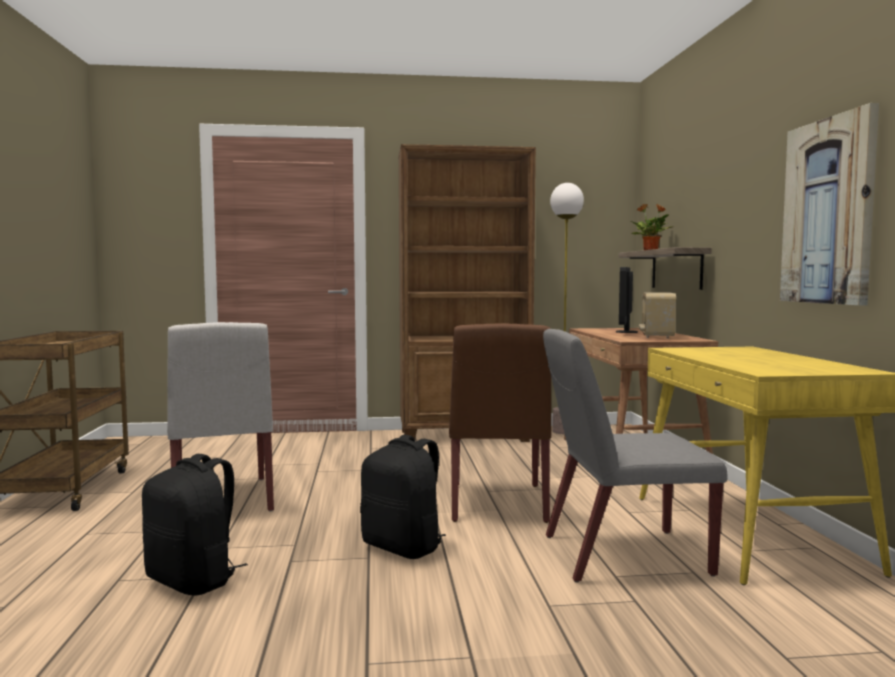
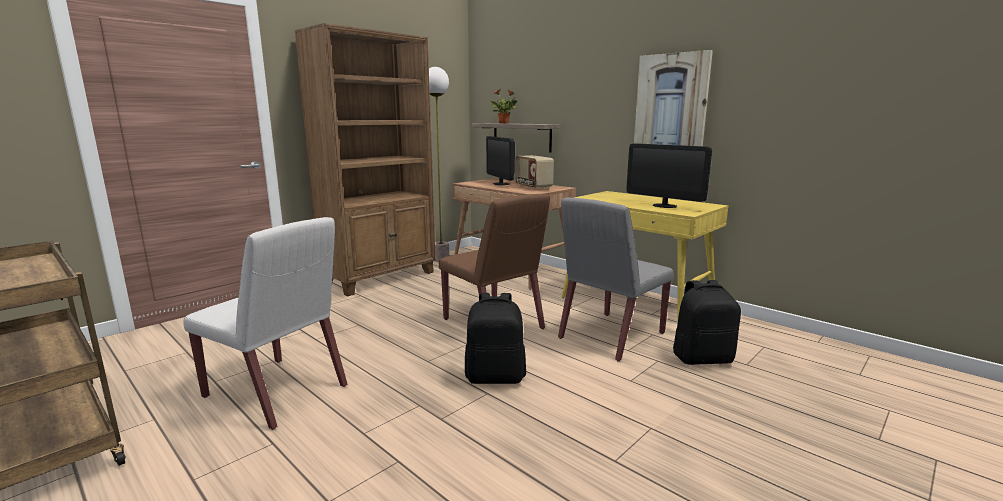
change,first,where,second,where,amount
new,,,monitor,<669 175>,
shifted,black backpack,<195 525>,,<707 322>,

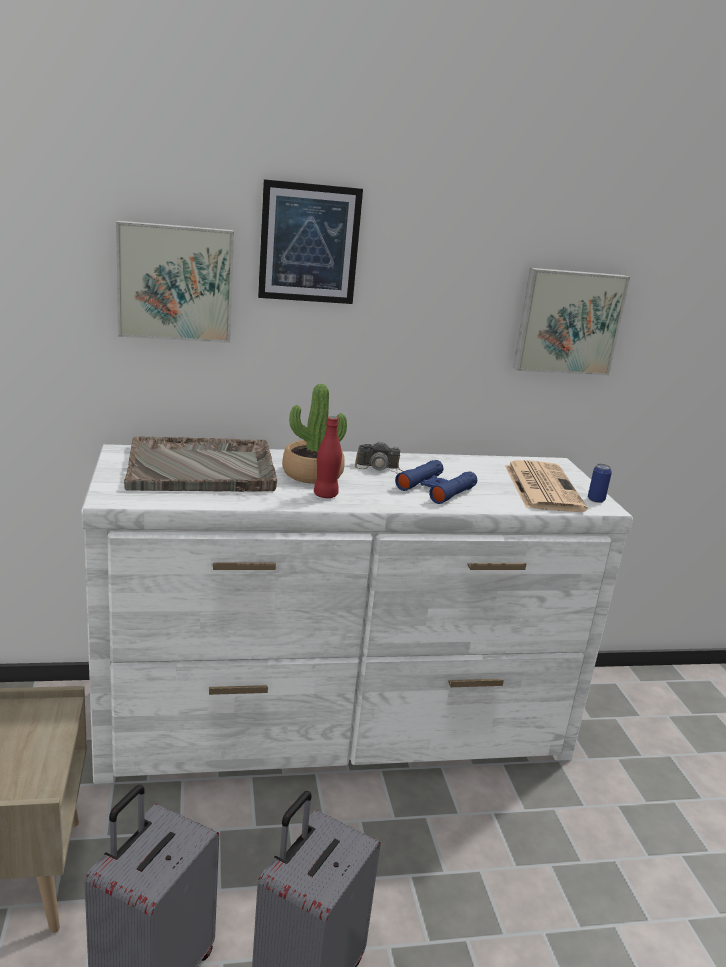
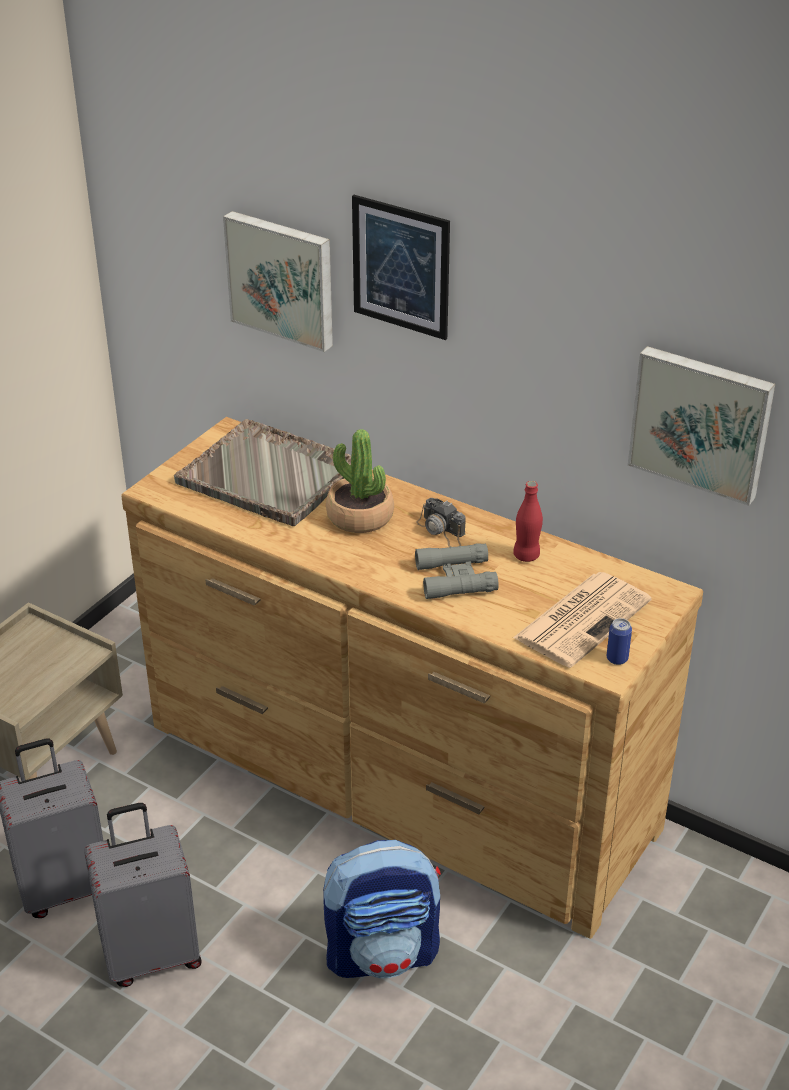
change,first,where,second,where,amount
repainted,white dresser,<357 614>,brown dresser,<412 678>,
new,,,backpack,<382 909>,
repainted,blue binoculars,<436 482>,grey binoculars,<457 571>,
shifted,red bottle,<328 457>,,<528 521>,

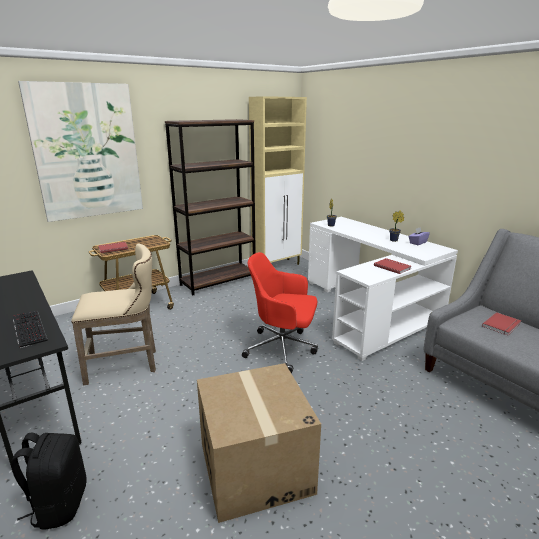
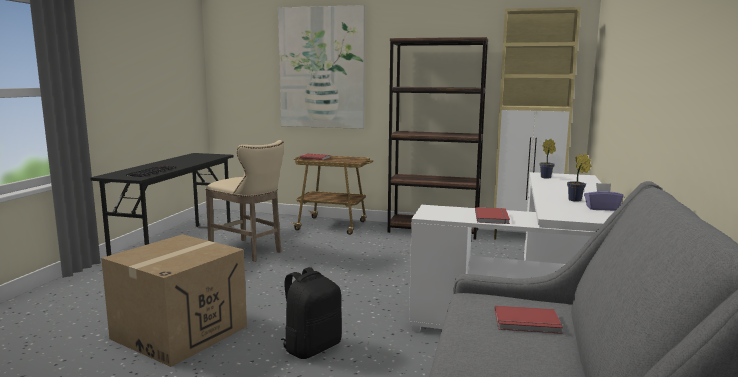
change,first,where,second,where,amount
shifted,black backpack,<49 481>,,<311 313>,
gone,red office chair,<280 312>,,,

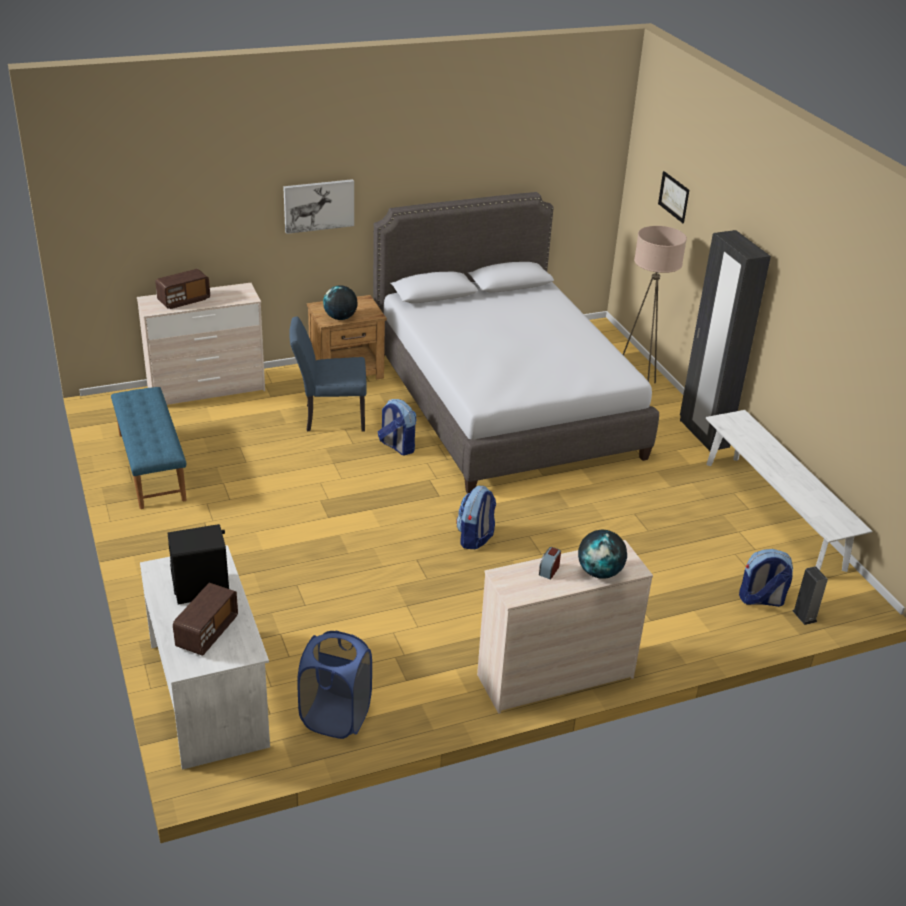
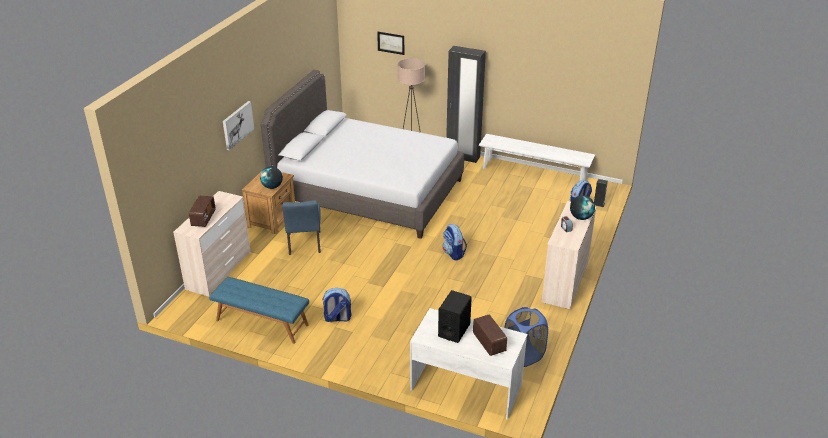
change,first,where,second,where,amount
rotated,blue chair,<328 374>,,<301 227>,45 degrees counterclockwise
shifted,backpack,<397 427>,,<337 305>,

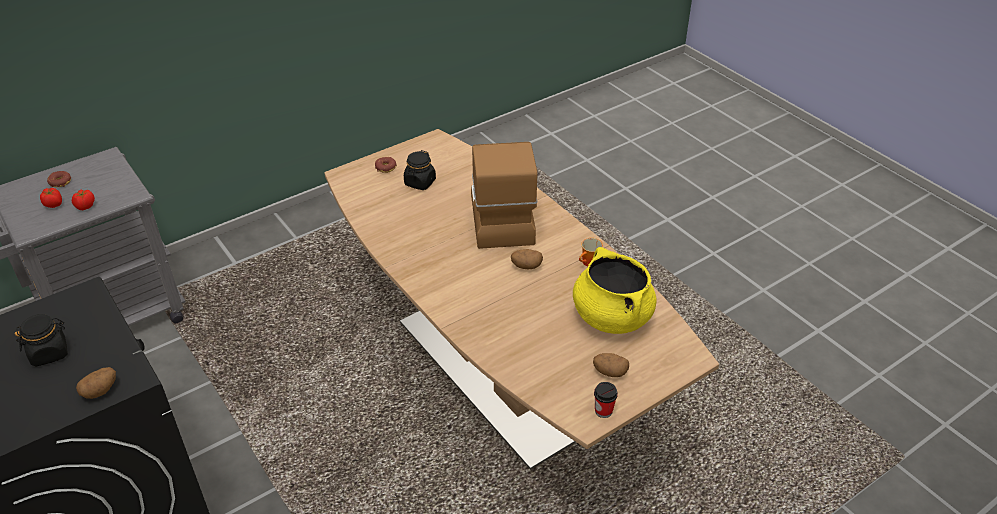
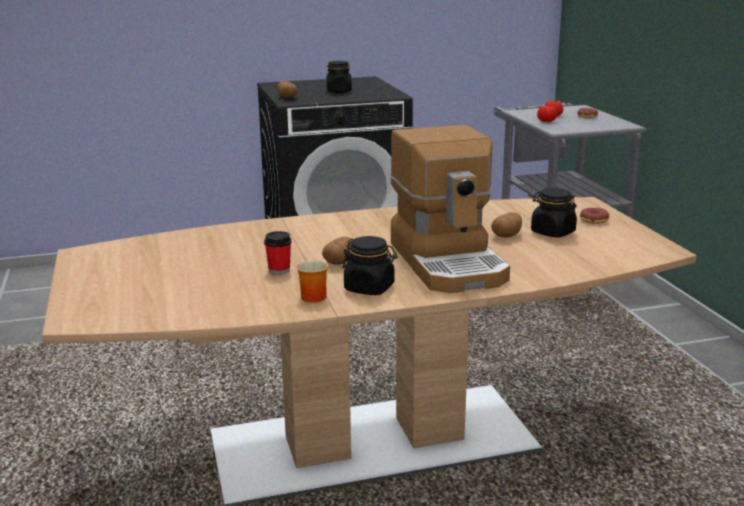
change,first,where,second,where,amount
shifted,cup,<606 400>,,<278 253>,
new,,,black jar,<369 265>,
rotated,coffee machine,<504 195>,,<450 209>,60 degrees clockwise
shifted,potato,<611 365>,,<506 225>,
gone,yellow cooking pot,<615 290>,,,

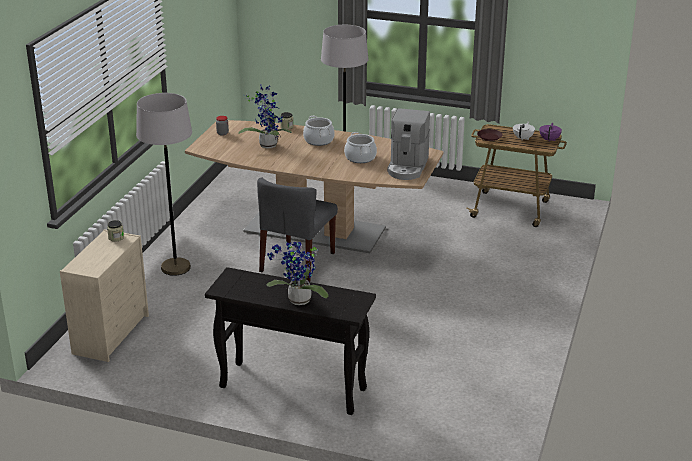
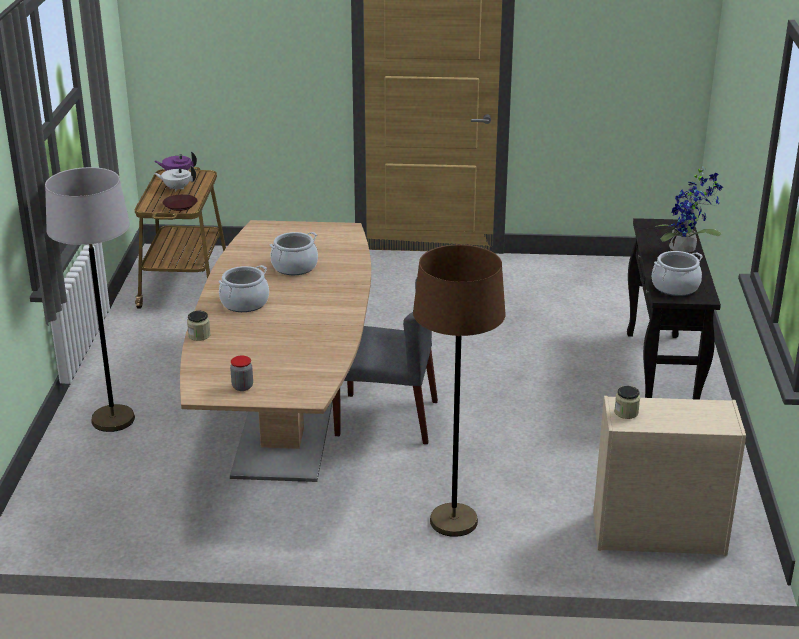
change,first,where,second,where,amount
repainted,grey floor lamp,<164 184>,brown floor lamp,<459 391>,
new,,,cooking pot,<677 273>,
gone,potted plant,<265 117>,,,
gone,coffee machine,<408 144>,,,

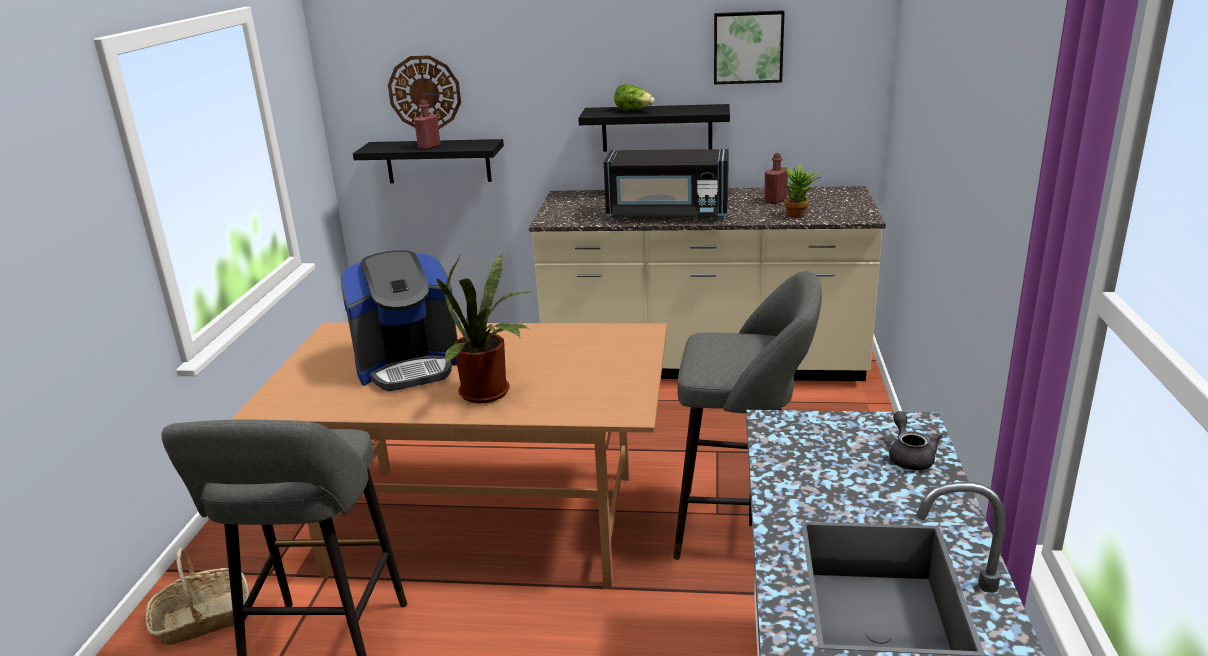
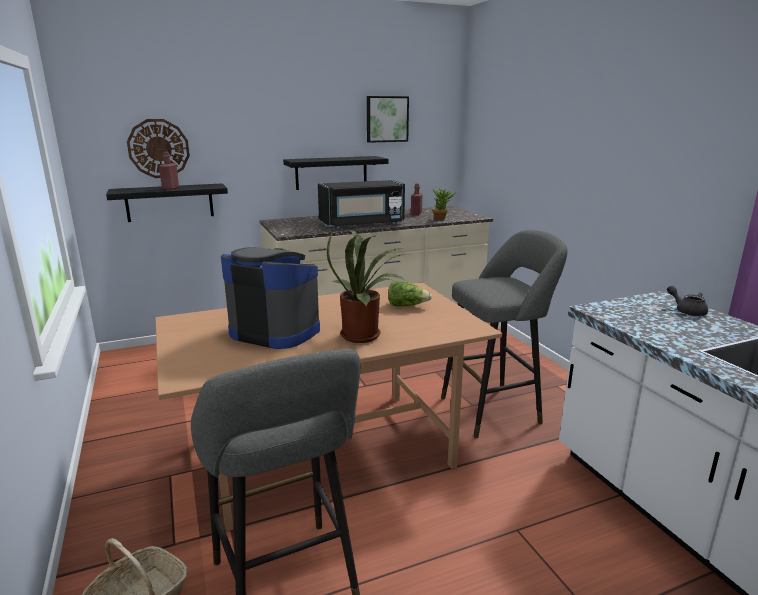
change,first,where,second,where,amount
rotated,coffee machine,<399 320>,,<270 298>,105 degrees counterclockwise
shifted,lettuce,<634 97>,,<410 294>,

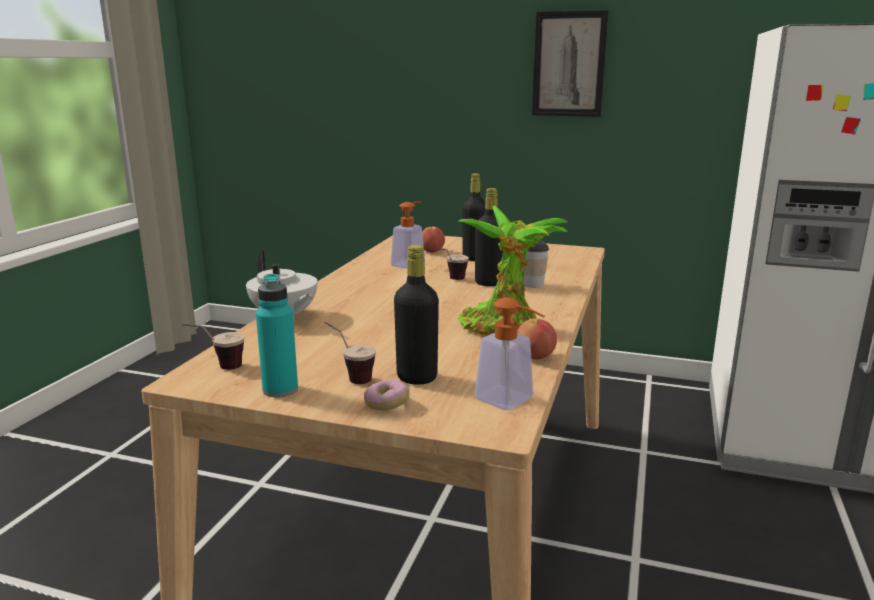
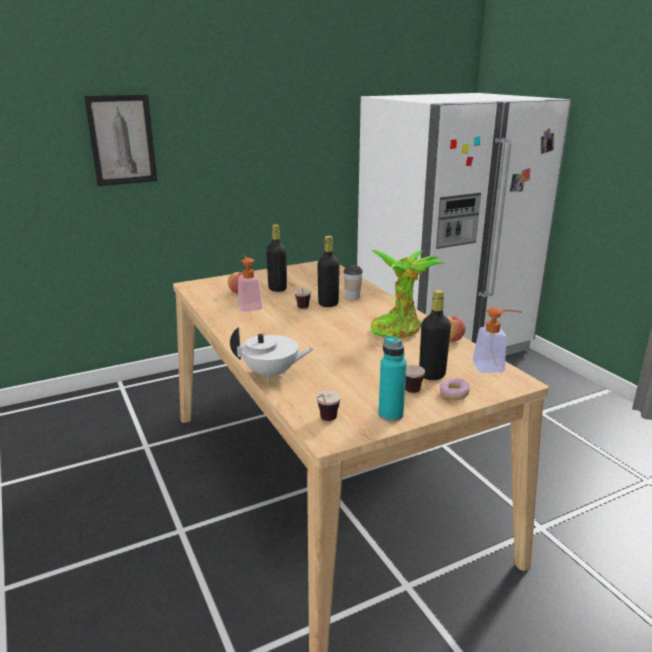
change,first,where,second,where,amount
shifted,picture,<570 63>,,<120 140>,

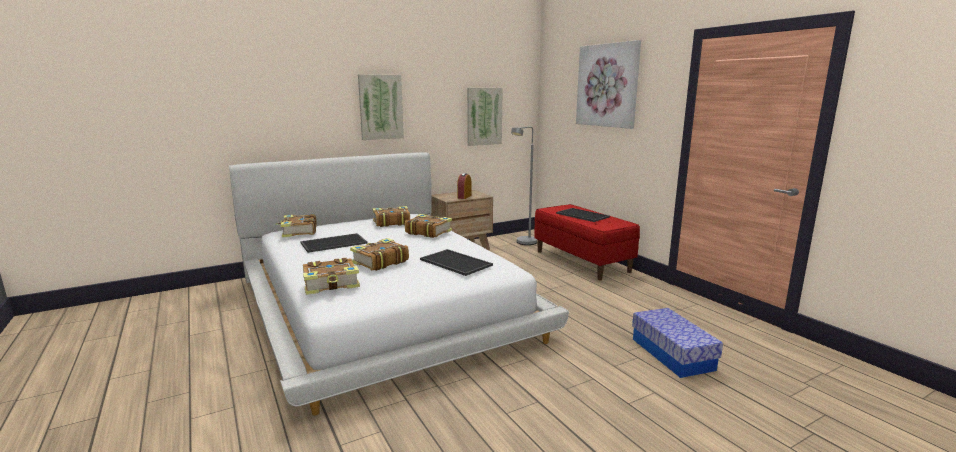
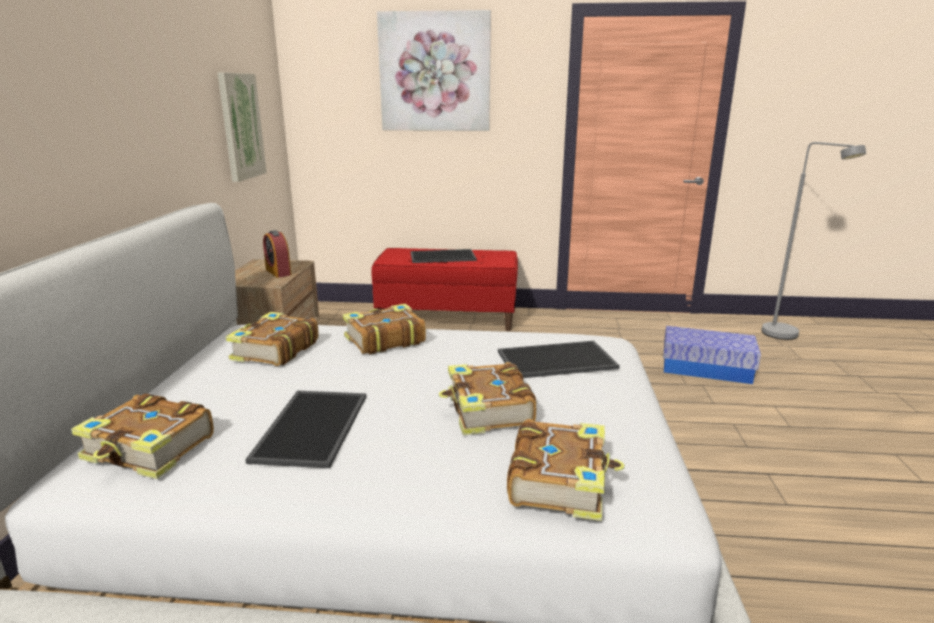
change,first,where,second,where,amount
shifted,grey floor lamp,<524 186>,,<813 241>,
gone,picture,<381 107>,,,

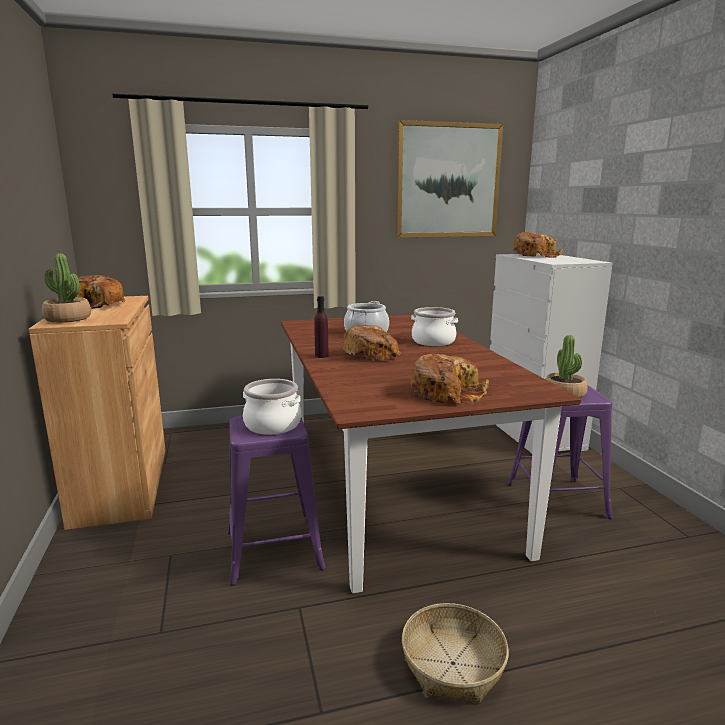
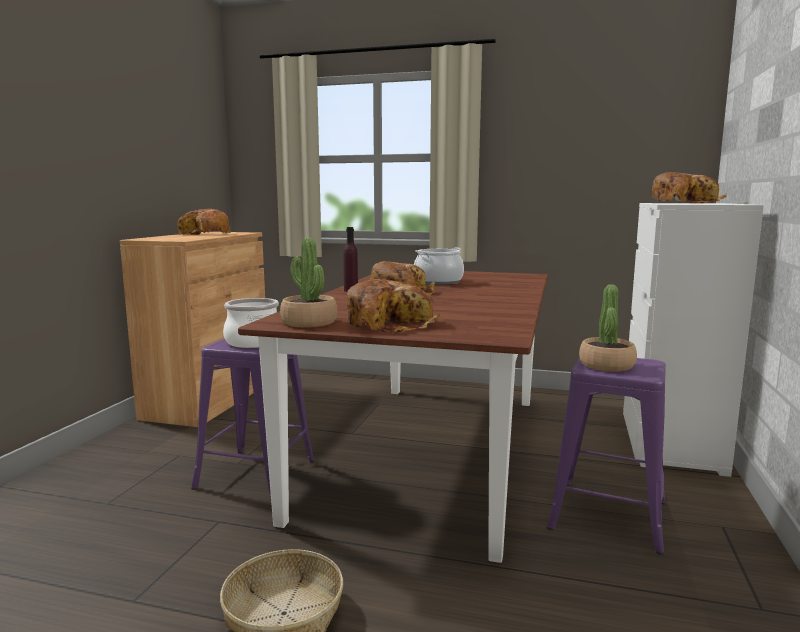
change,first,where,second,where,amount
shifted,potted plant,<66 288>,,<309 282>,
gone,picture,<449 178>,,,
gone,cooking pot,<434 326>,,,

